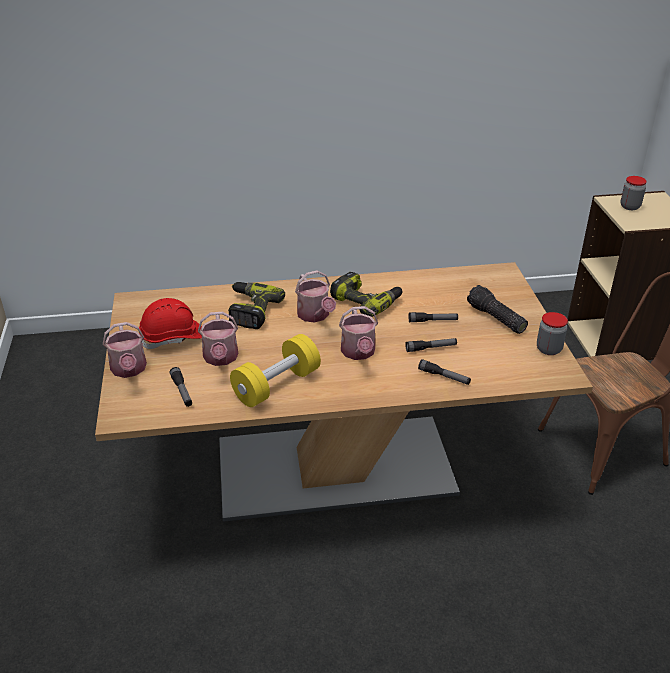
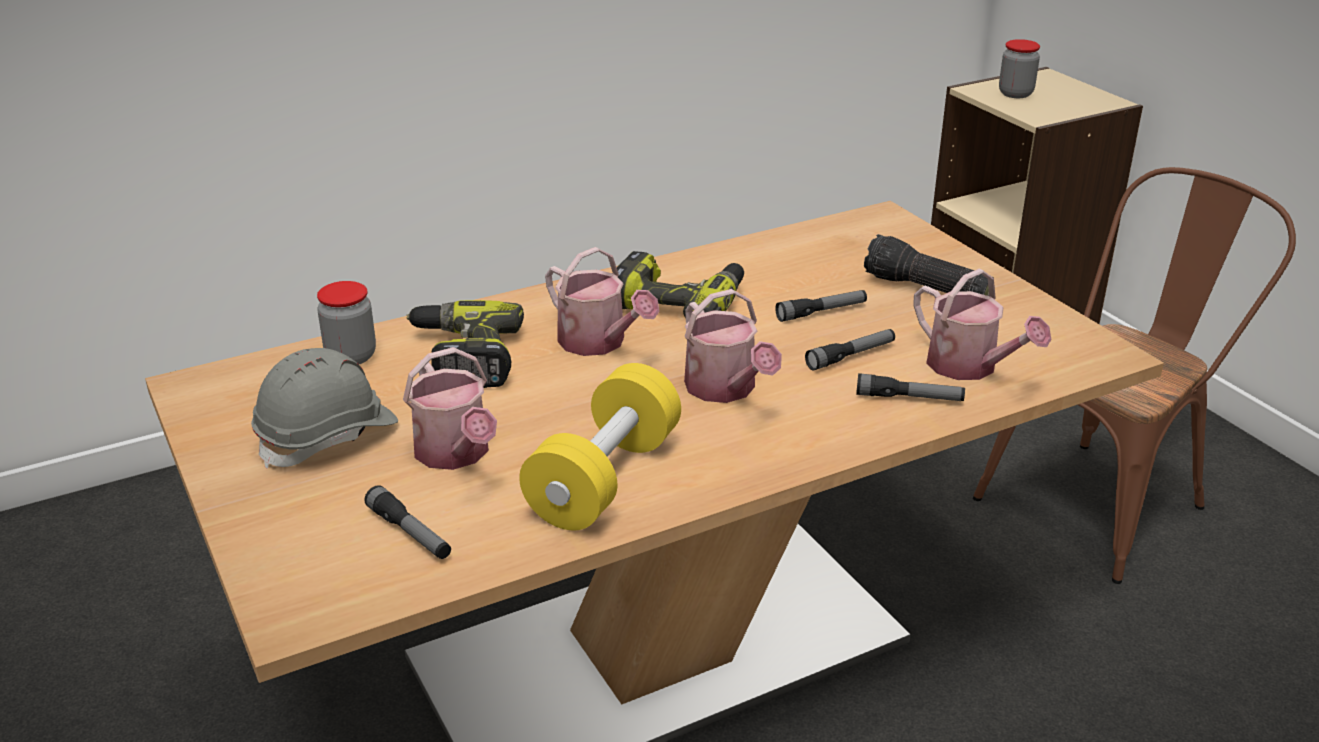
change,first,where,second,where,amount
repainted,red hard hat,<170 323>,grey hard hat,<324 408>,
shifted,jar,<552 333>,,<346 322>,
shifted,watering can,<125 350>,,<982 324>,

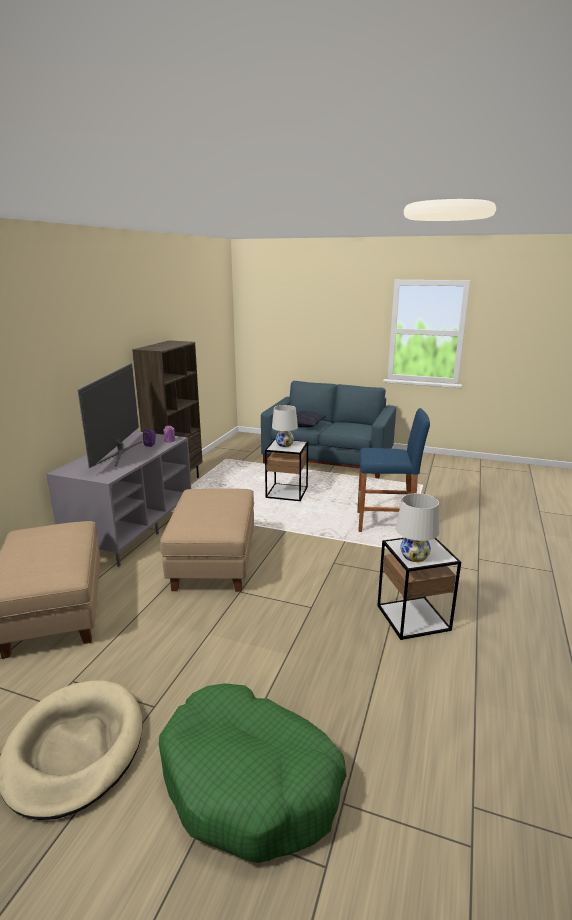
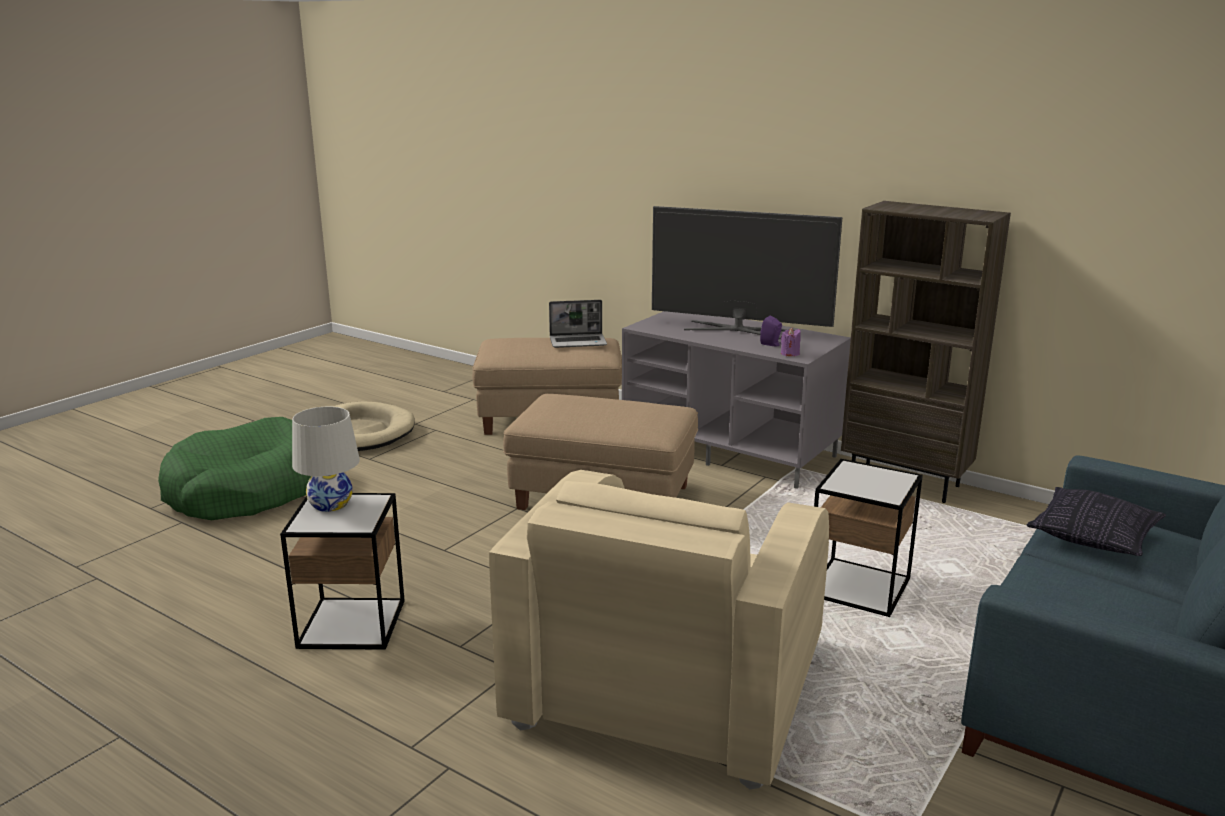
change,first,where,second,where,amount
swapped,blue stool,<393 470>,beige armchair,<659 630>,
new,,,laptop,<578 324>,
gone,white table lamp,<285 426>,,,

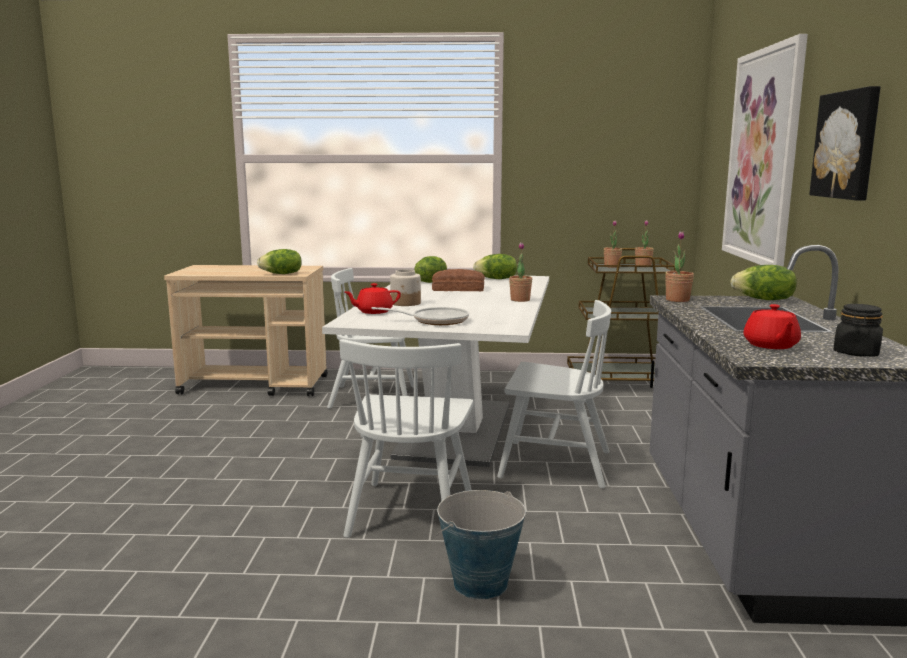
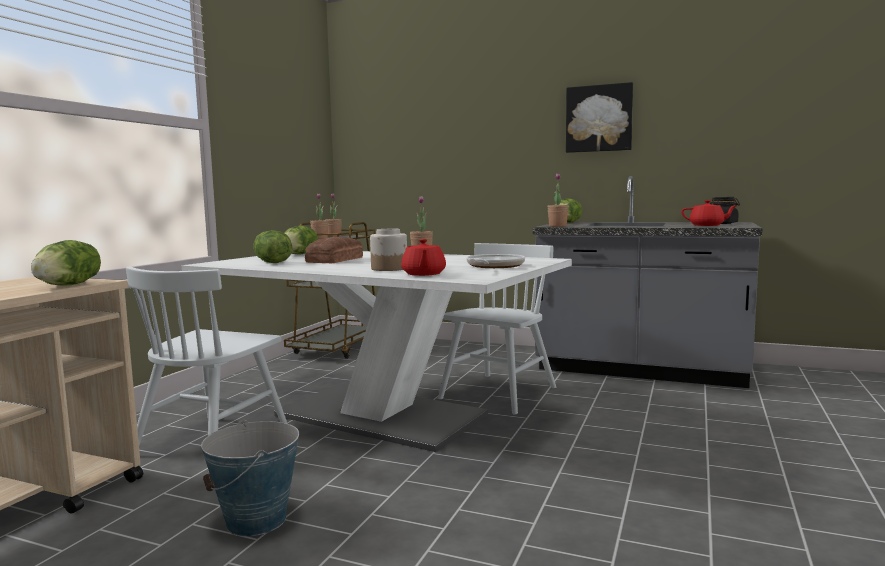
change,first,where,second,where,amount
shifted,bucket,<481 545>,,<250 478>,
gone,white chair,<406 438>,,,
gone,picture,<765 150>,,,

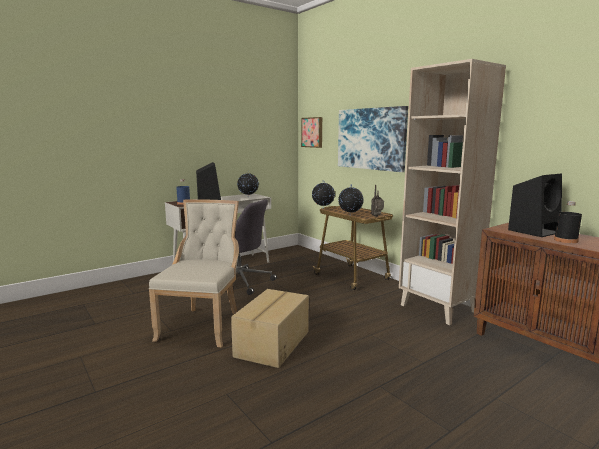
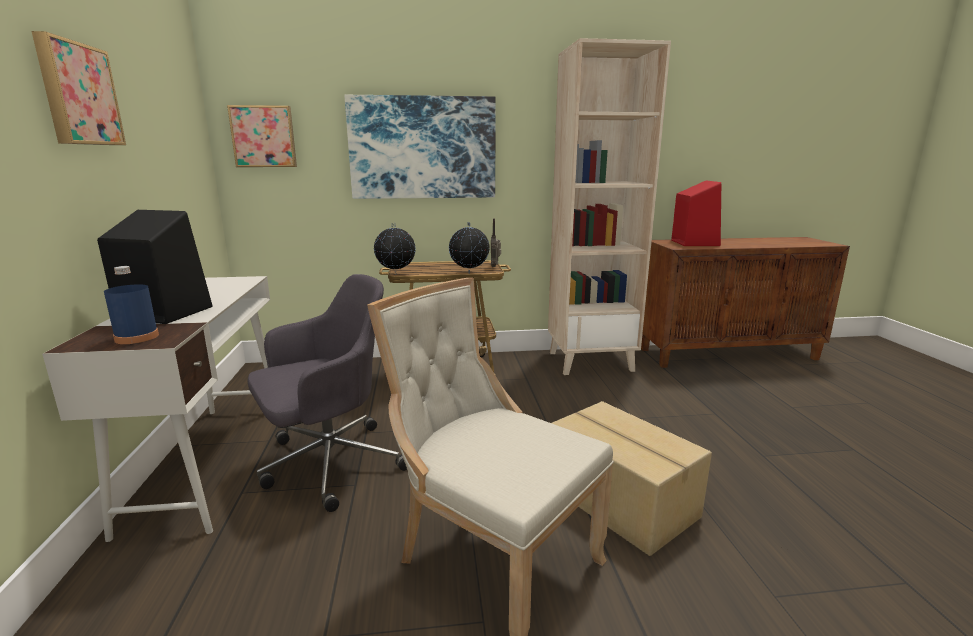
change,first,where,second,where,amount
new,,,picture,<79 88>,
repainted,black speaker,<535 205>,red speaker,<696 213>,
gone,globe,<248 184>,,,
gone,black bottle,<568 222>,,,

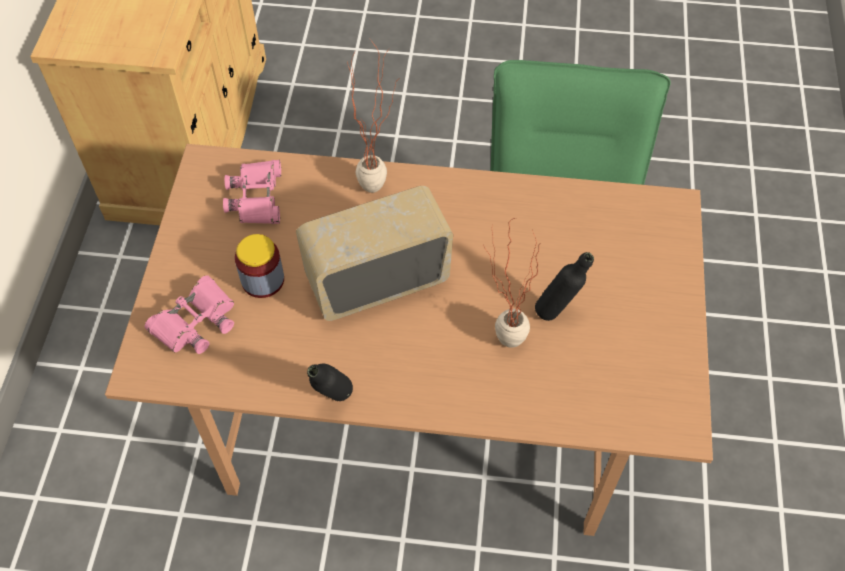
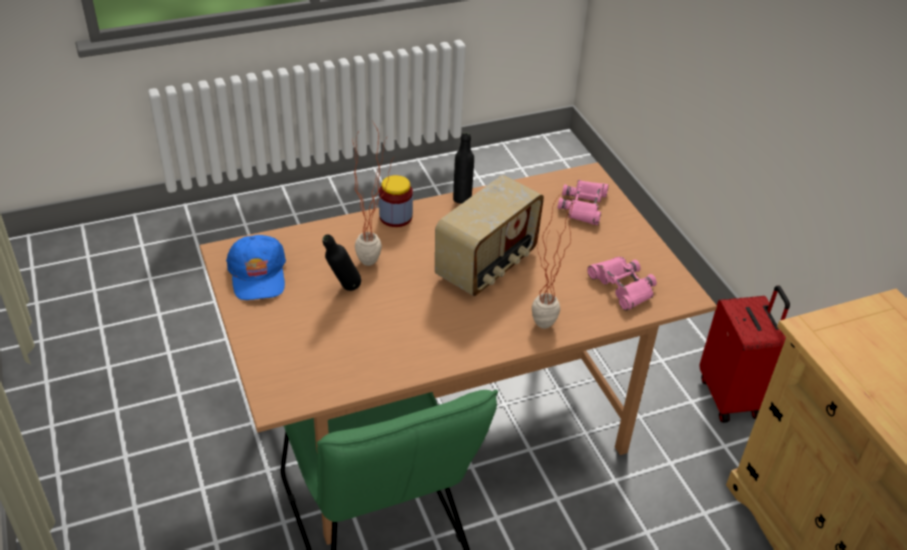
change,first,where,second,where,amount
new,,,blue cap,<256 267>,
shifted,jar,<259 266>,,<396 201>,
new,,,red suitcase,<745 354>,

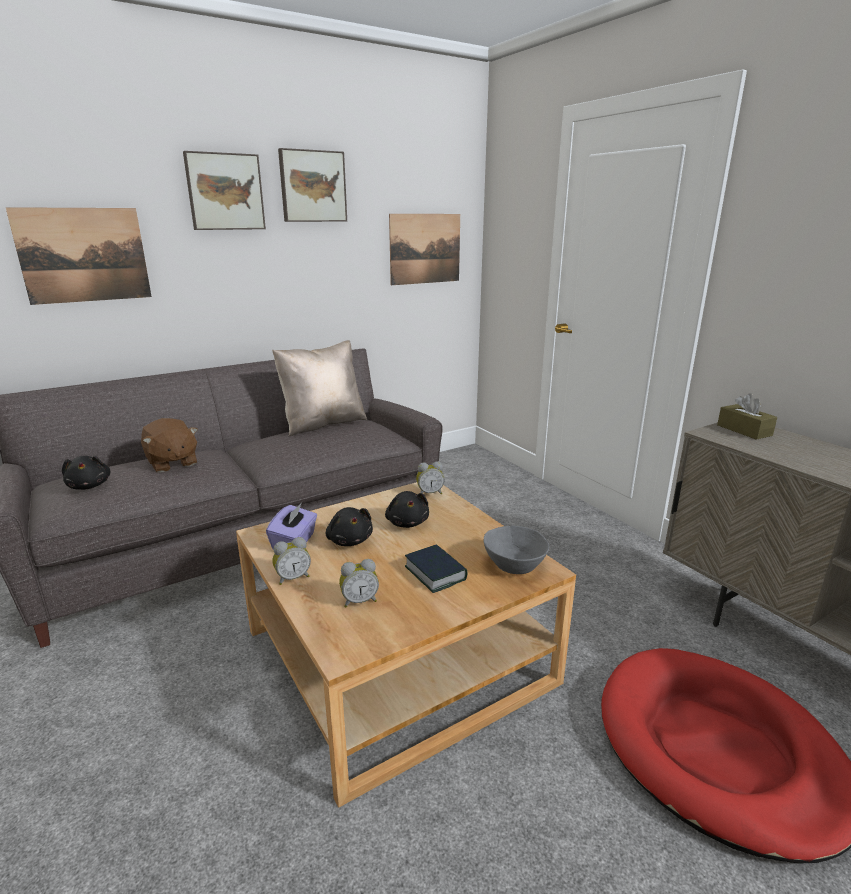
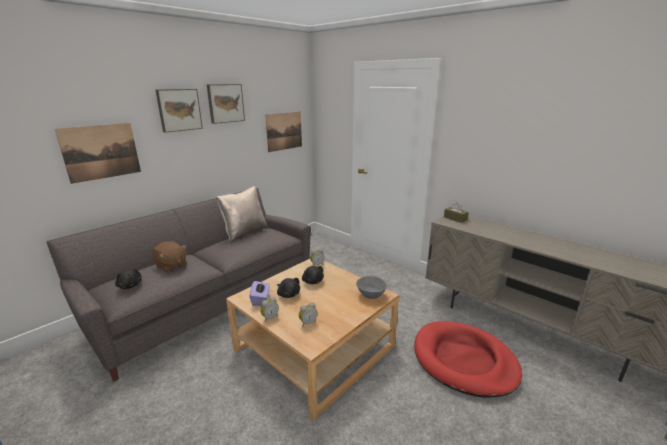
change,first,where,second,where,amount
gone,book,<436 568>,,,

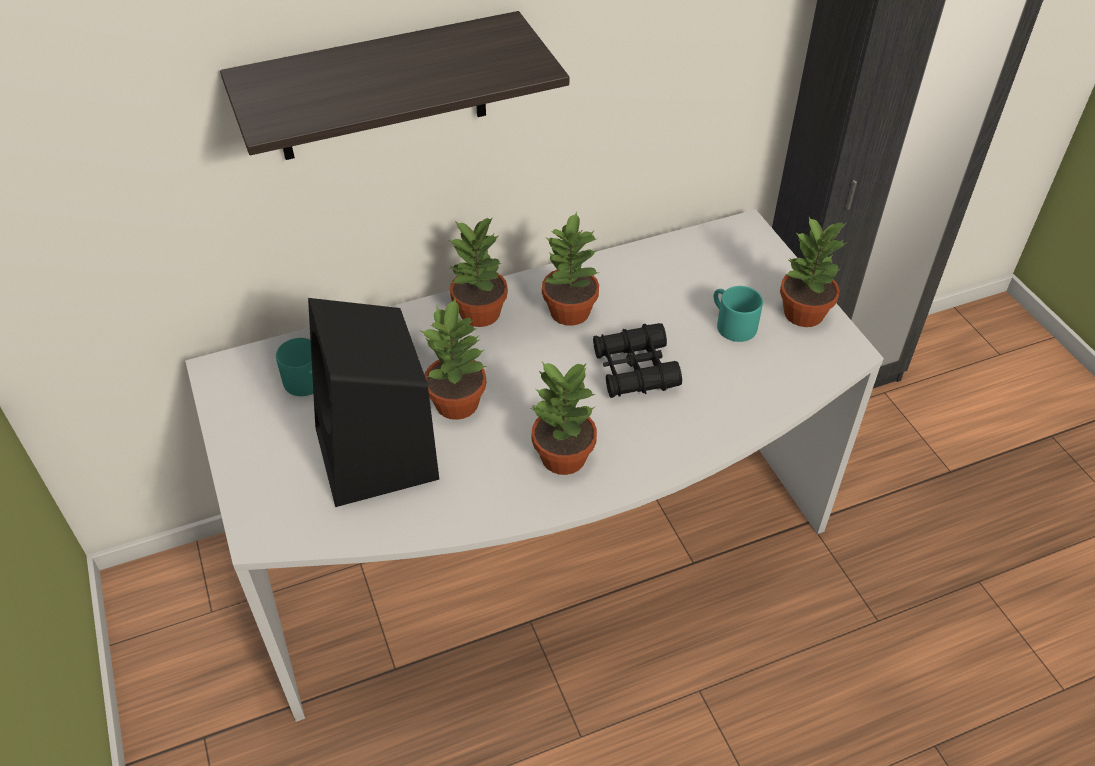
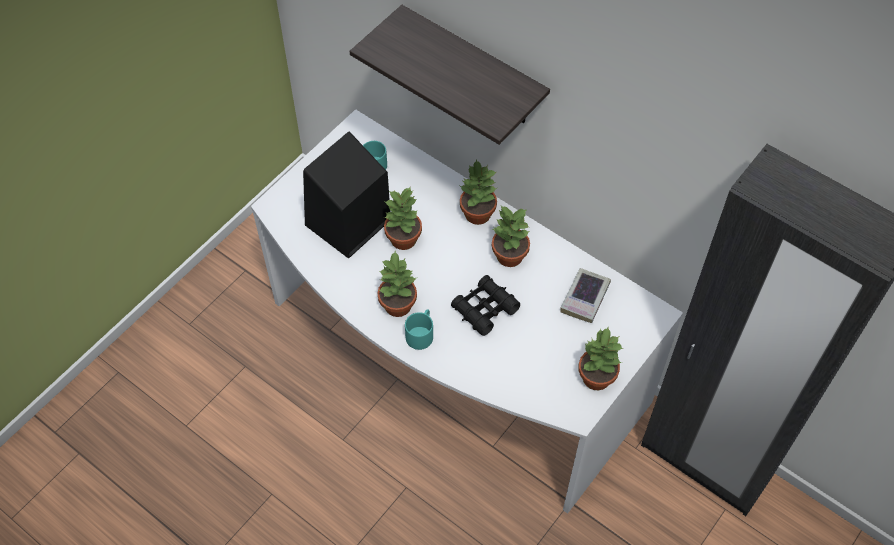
change,first,where,second,where,amount
shifted,turquoise mug,<738 314>,,<419 329>,
new,,,book,<585 295>,

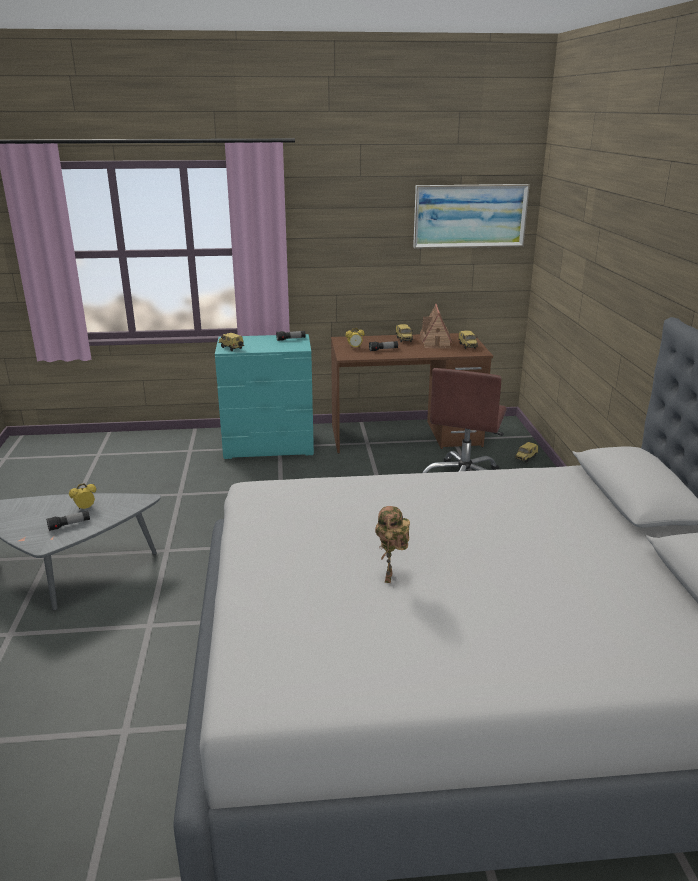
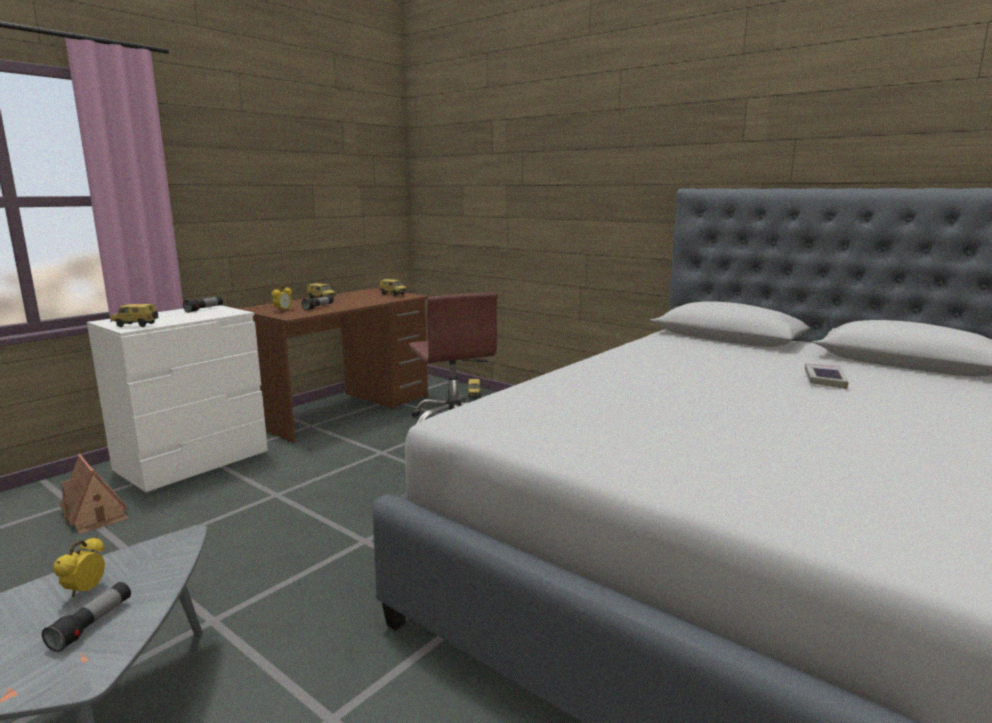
change,first,where,second,where,amount
shifted,toy house,<436 326>,,<93 494>,
repainted,turquoise dresser,<264 396>,white dresser,<177 400>,
new,,,book,<827 376>,
gone,toy robot,<392 544>,,,
gone,picture,<471 216>,,,

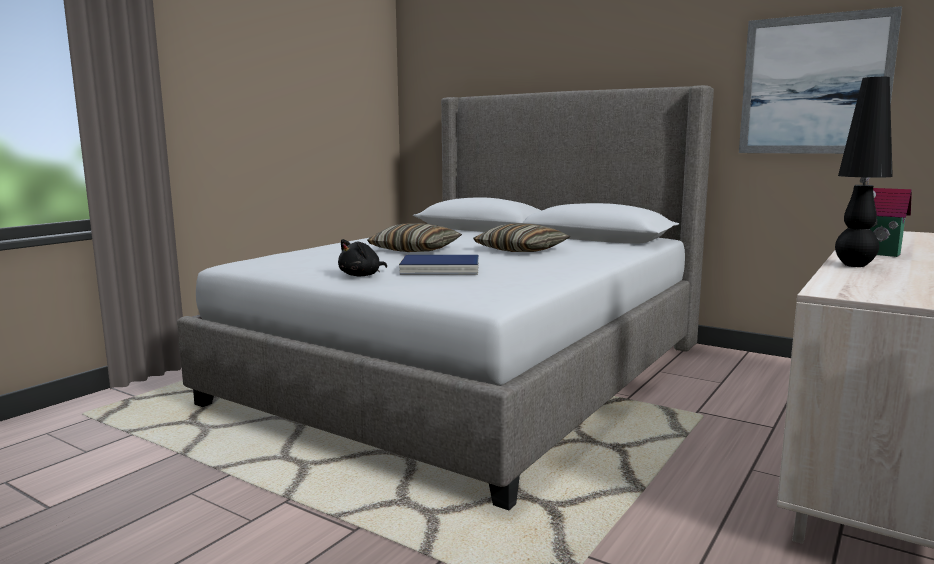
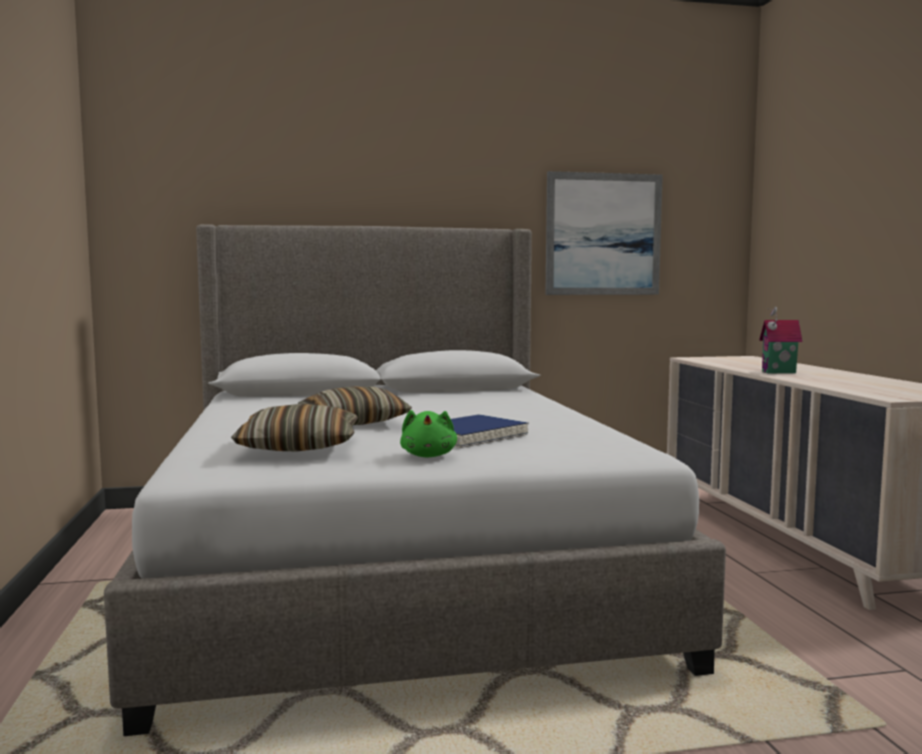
change,first,where,second,where,amount
shifted,pillow,<521 238>,,<294 427>,
repainted,black plush toy,<362 257>,green plush toy,<428 433>,
gone,black table lamp,<864 172>,,,

